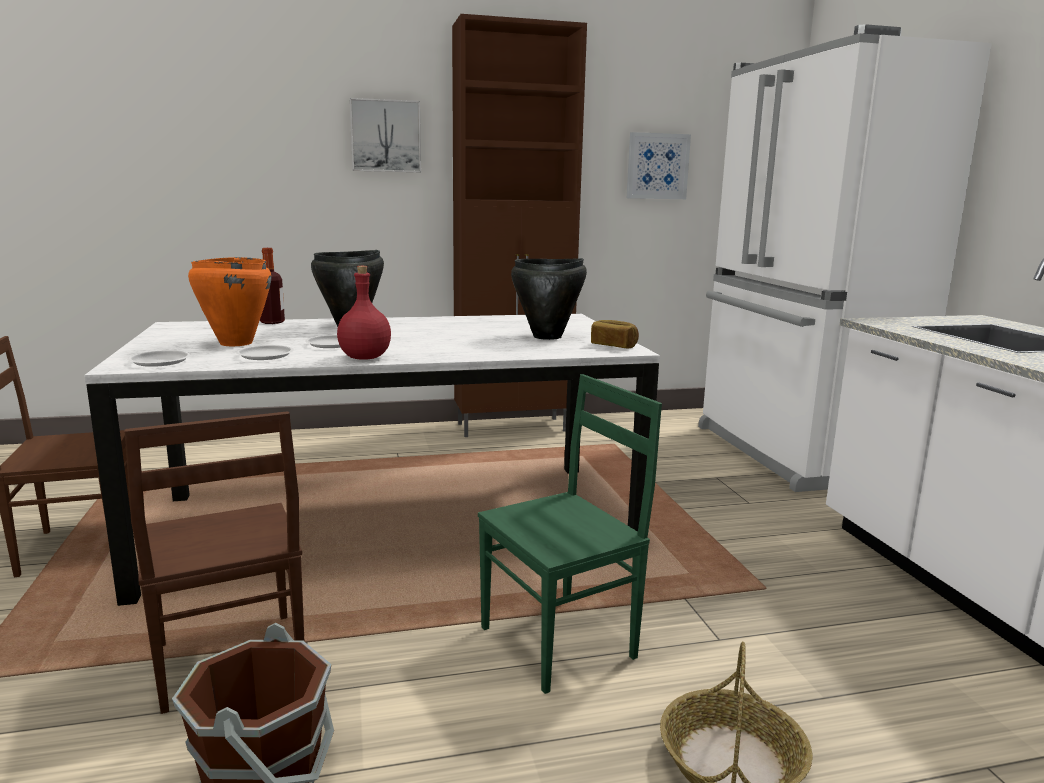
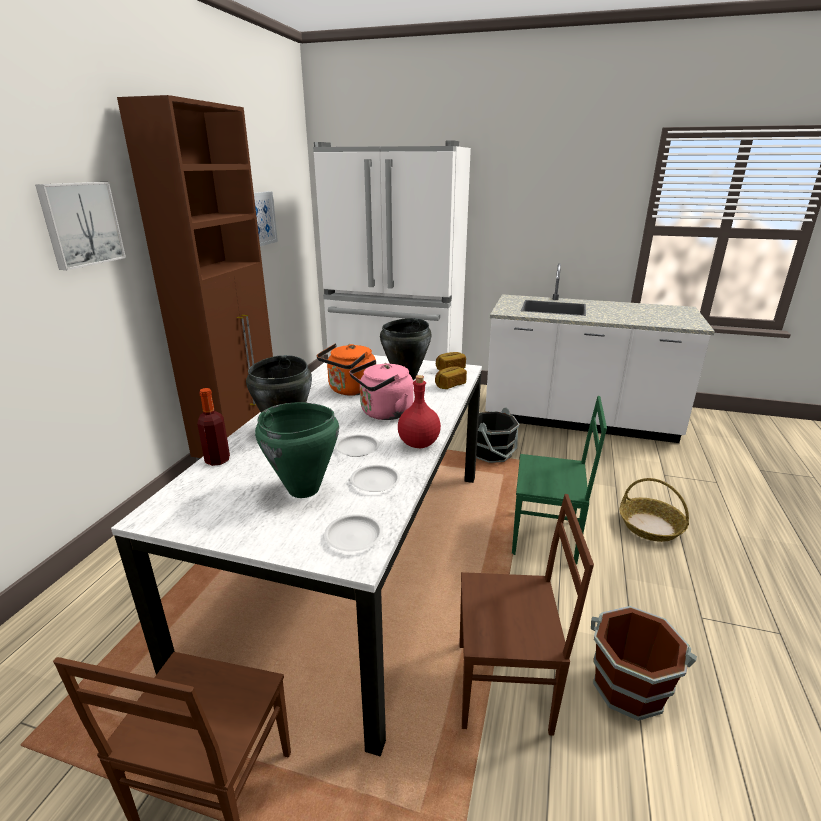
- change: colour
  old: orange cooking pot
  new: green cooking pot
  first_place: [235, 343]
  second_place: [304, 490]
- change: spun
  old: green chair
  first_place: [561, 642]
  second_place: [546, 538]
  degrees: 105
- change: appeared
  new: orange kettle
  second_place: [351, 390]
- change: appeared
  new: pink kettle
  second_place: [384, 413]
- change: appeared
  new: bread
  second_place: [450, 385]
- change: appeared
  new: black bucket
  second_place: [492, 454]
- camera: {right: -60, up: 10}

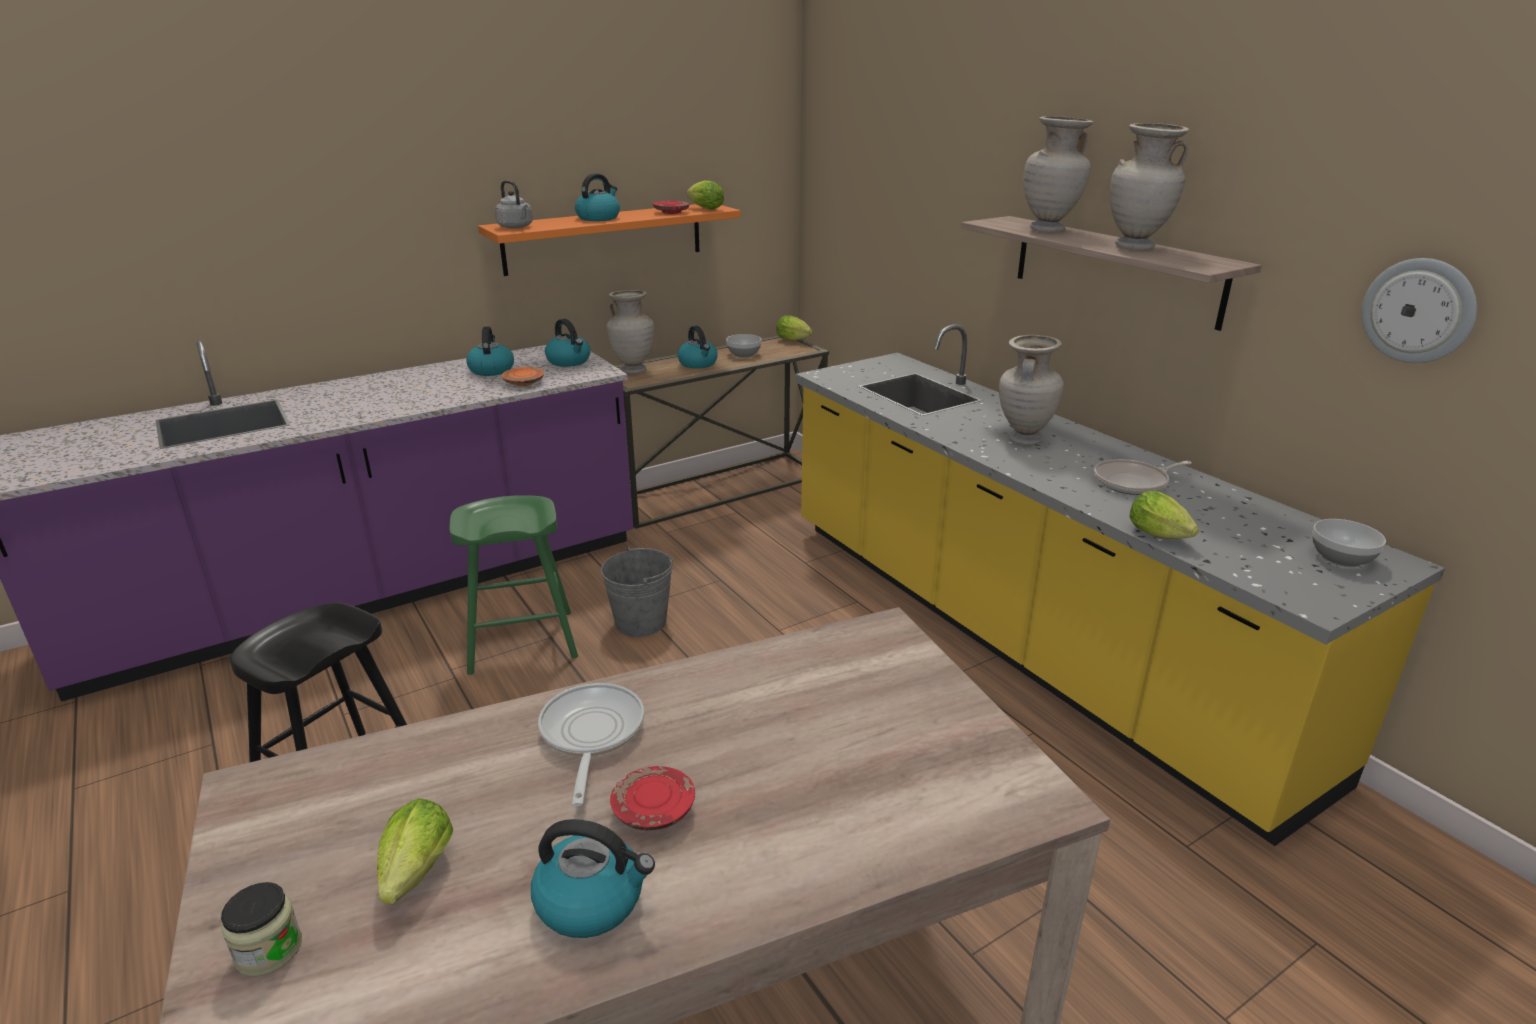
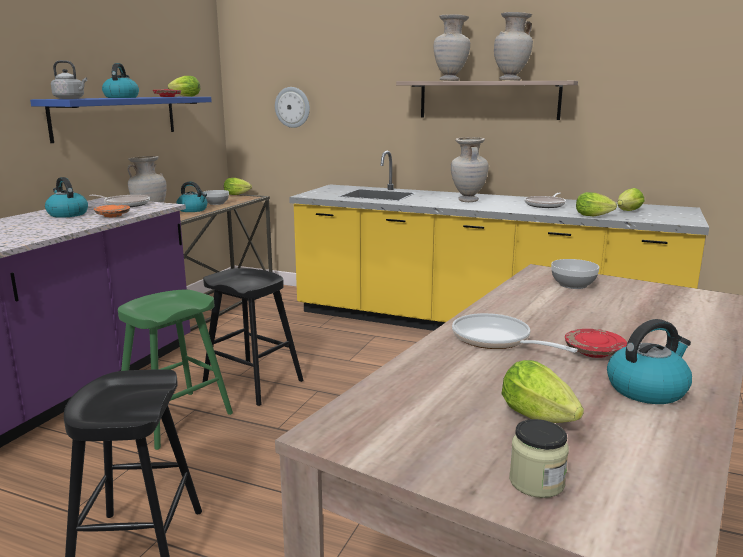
- change: colour
  old: orange shelf
  new: blue shelf
  first_place: [604, 238]
  second_place: [116, 117]
- change: exchanged
  old: kettle
  new: frying pan
  first_place: [569, 361]
  second_place: [125, 204]
- change: exchanged
  old: grey bucket
  new: black stool
  first_place: [641, 622]
  second_place: [252, 382]
- change: relocated
  old: bowl
  first_place: [1341, 557]
  second_place: [572, 284]
- change: relocated
  old: wall clock
  first_place: [1418, 310]
  second_place: [292, 107]
- change: appeared
  new: lettuce
  second_place: [627, 211]
- camera: {right: -35, up: -10}

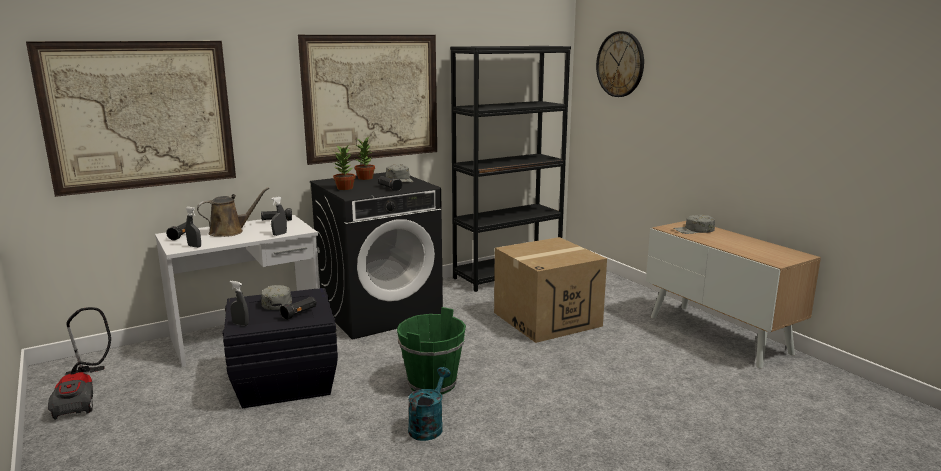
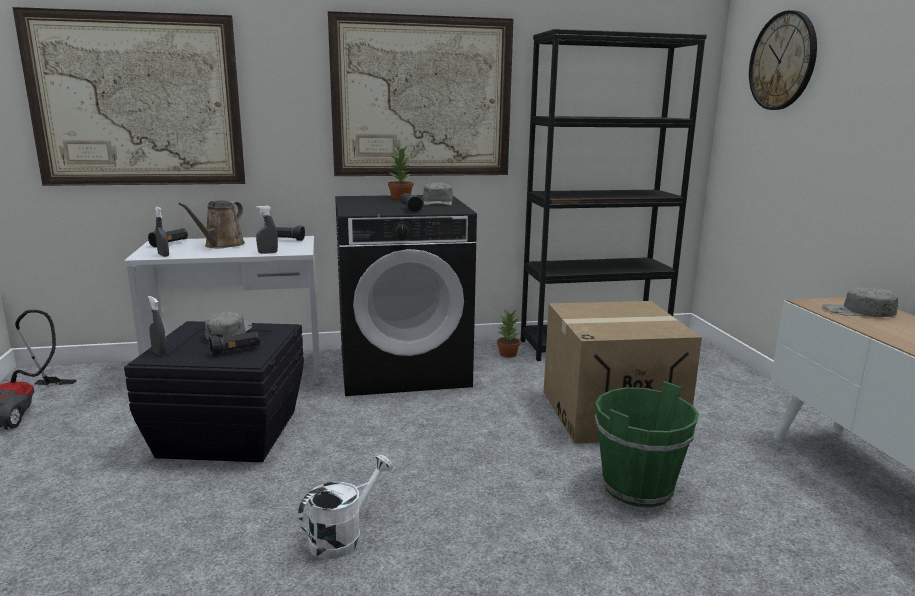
- change: spun
  old: brown watering can
  first_place: [230, 232]
  second_place: [221, 245]
  degrees: 120
- change: relocated
  old: potted plant
  first_place: [345, 188]
  second_place: [508, 354]
- change: relocated
  old: green bucket
  first_place: [432, 383]
  second_place: [638, 488]
- change: colour
  old: turquoise watering can
  new: white watering can
  first_place: [428, 426]
  second_place: [343, 536]
- camera: {right: 20, up: 0}

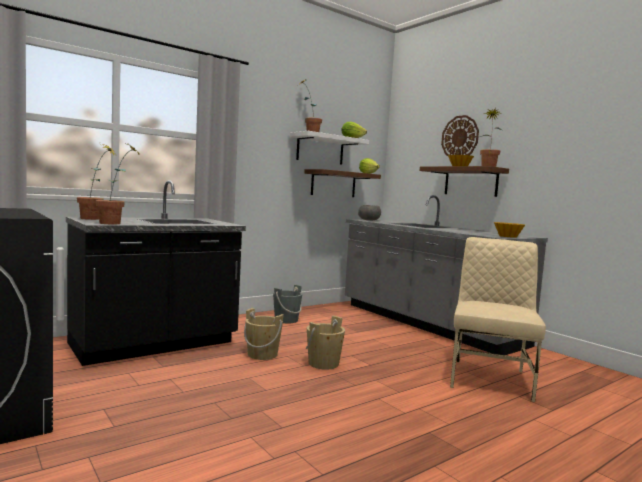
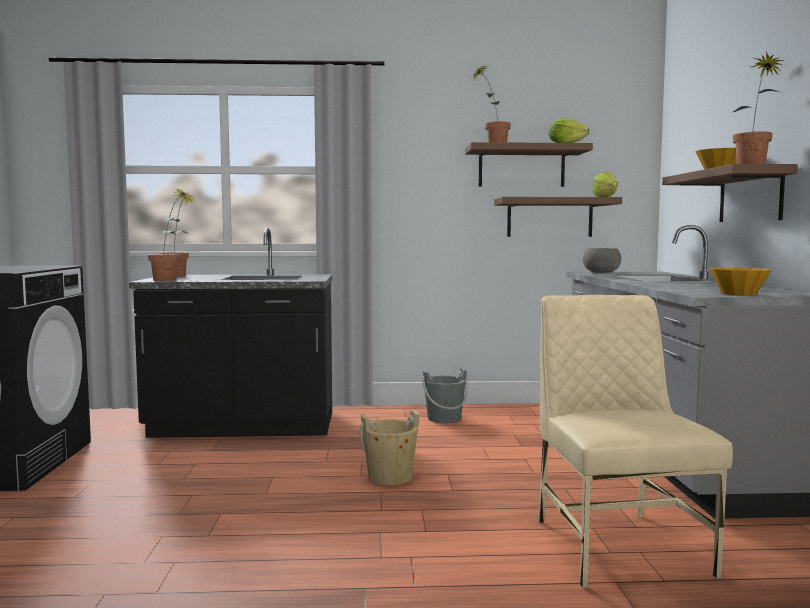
- change: missing
  old: beige bucket
  first_place: [262, 354]
- change: colour
  old: white shelf
  new: brown shelf
  first_place: [320, 149]
  second_place: [521, 167]
- change: missing
  old: wall clock
  first_place: [460, 137]
- change: spun
  old: beige chair
  first_place: [490, 378]
  second_place: [617, 545]
  degrees: -60
- camera: {right: 35, up: 0}

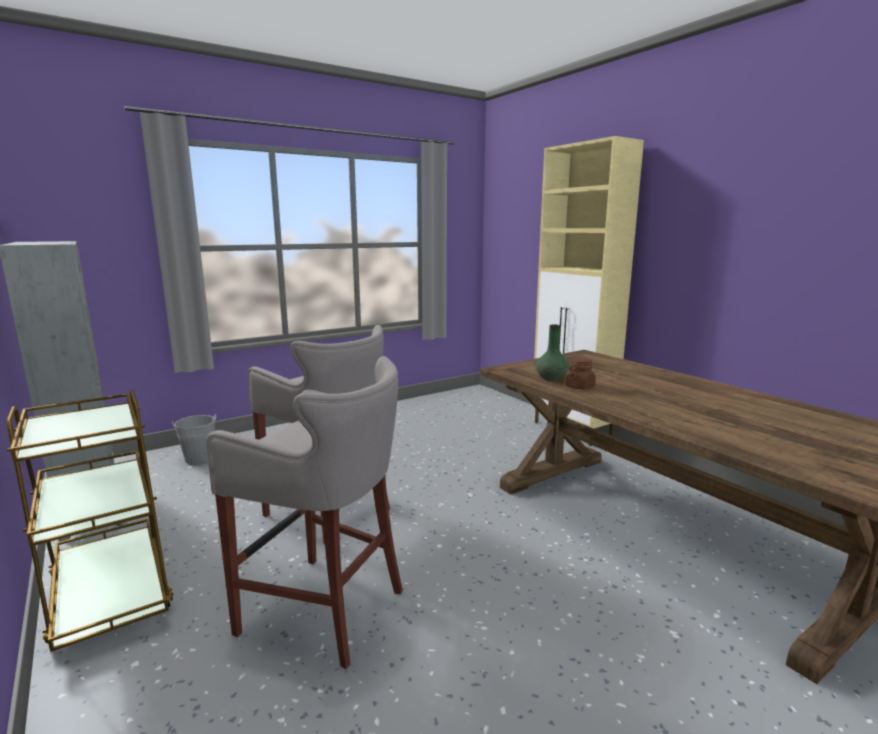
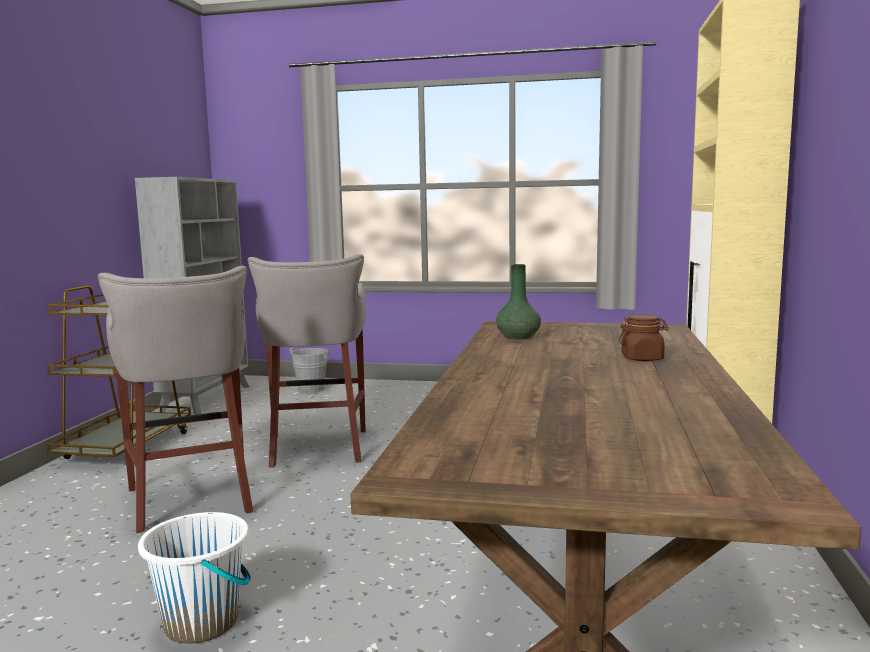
- change: relocated
  old: brown jar
  first_place: [579, 386]
  second_place: [642, 358]
- change: appeared
  new: white bucket
  second_place: [202, 623]
- camera: {right: 45, up: -5}

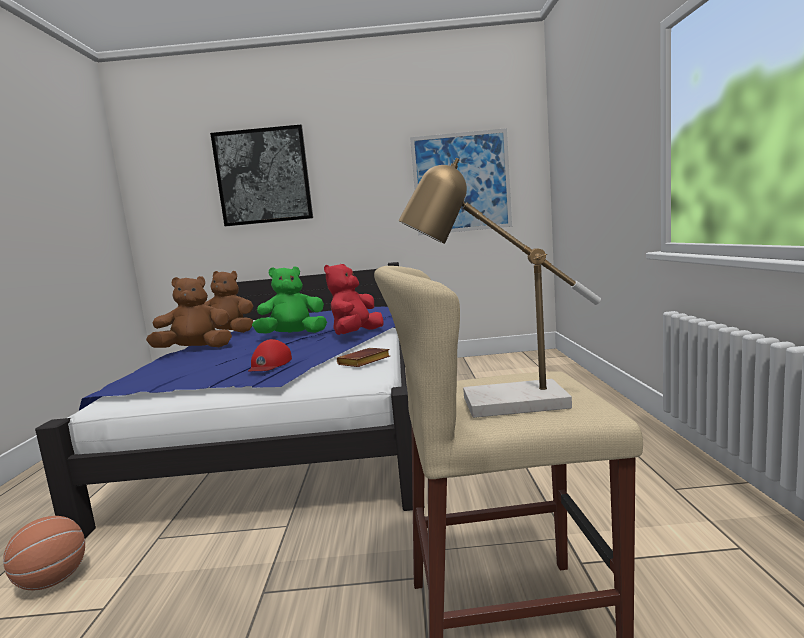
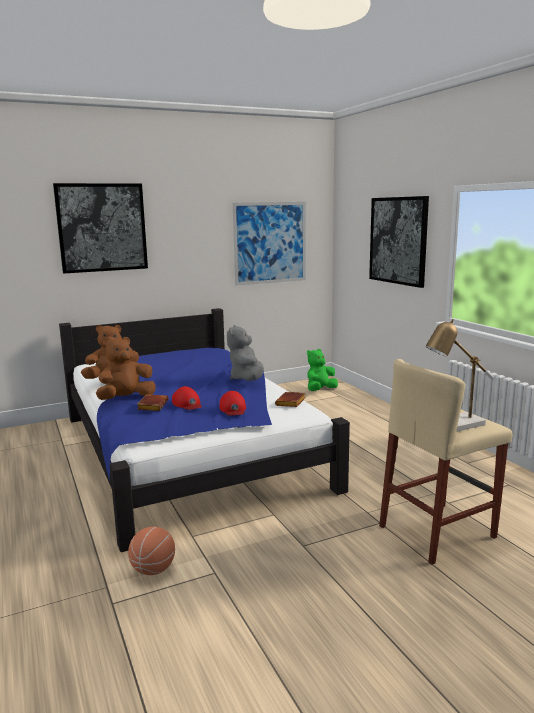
- change: relocated
  old: green plush toy
  first_place: [293, 335]
  second_place: [320, 390]
- change: colour
  old: red plush toy
  new: grey plush toy
  first_place: [356, 334]
  second_place: [247, 379]
- change: appeared
  new: brown book
  second_place: [152, 405]
- change: appeared
  new: red cap
  second_place: [187, 403]
- change: appeared
  new: picture
  second_place: [398, 240]
- camera: {right: -25, up: 5}

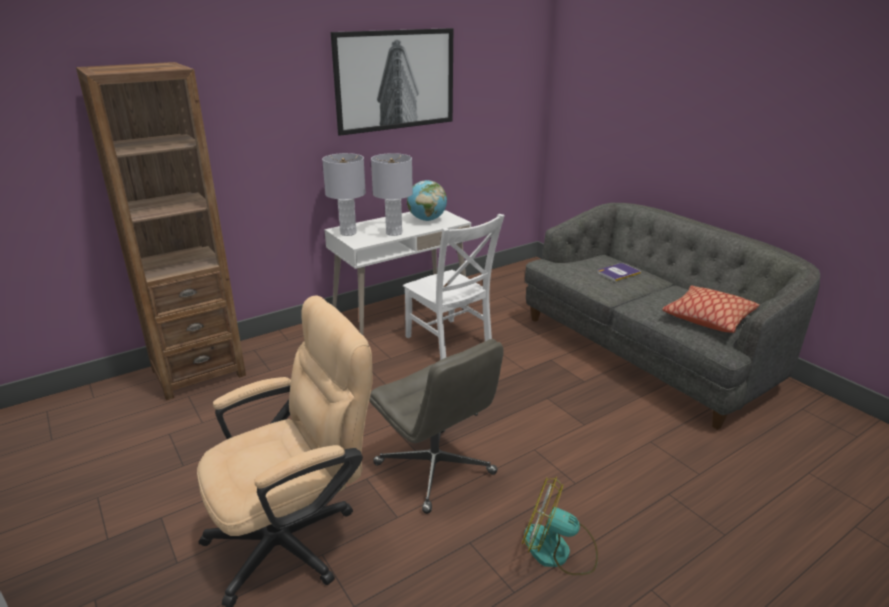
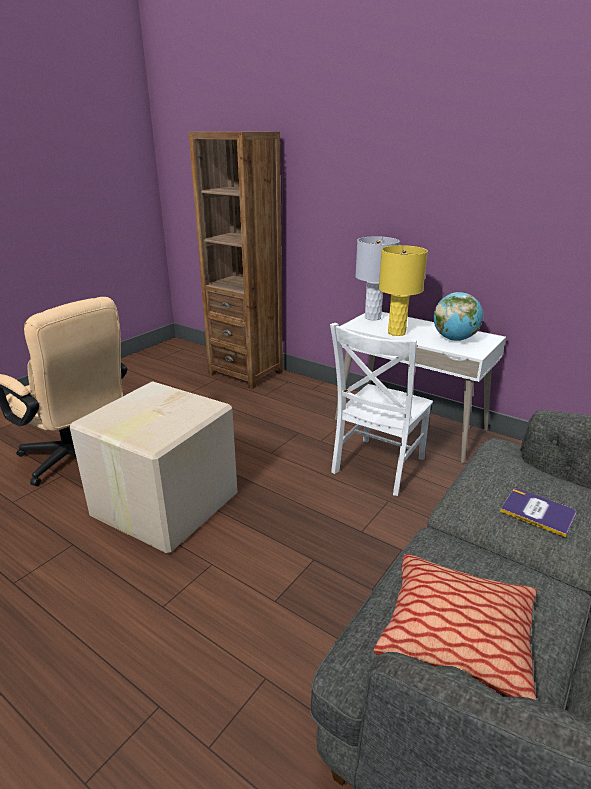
- change: missing
  old: picture
  first_place: [395, 80]
- change: exchanged
  old: grey office chair
  new: cardboard box
  first_place: [436, 469]
  second_place: [163, 505]
- change: colour
  old: grey table lamp
  new: yellow table lamp
  first_place: [393, 233]
  second_place: [396, 333]
- change: missing
  old: fan
  first_place: [558, 550]
- camera: {right: 70, up: 0}

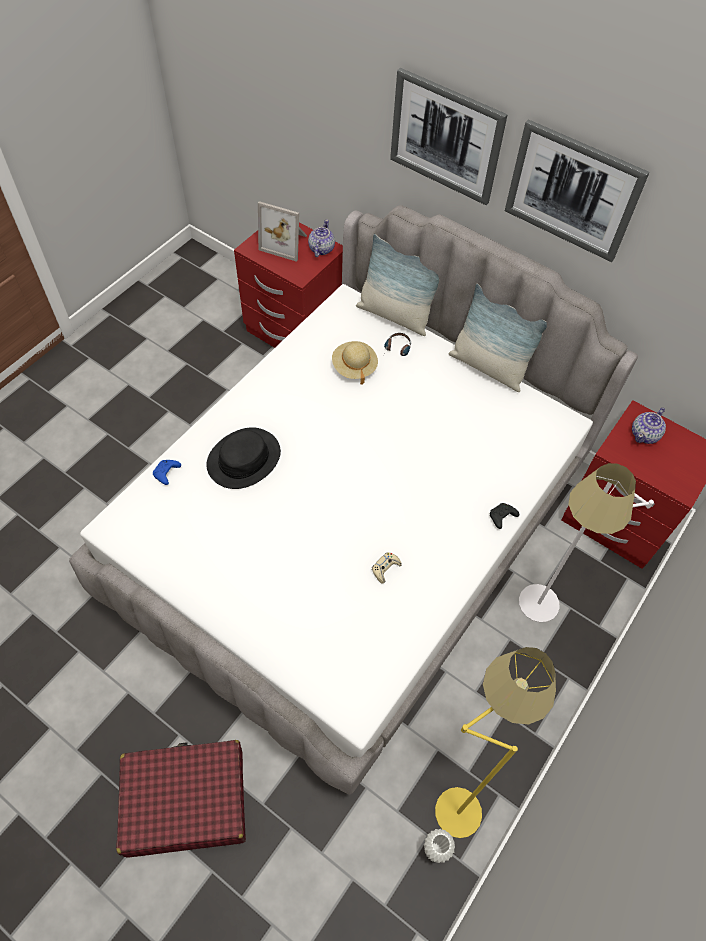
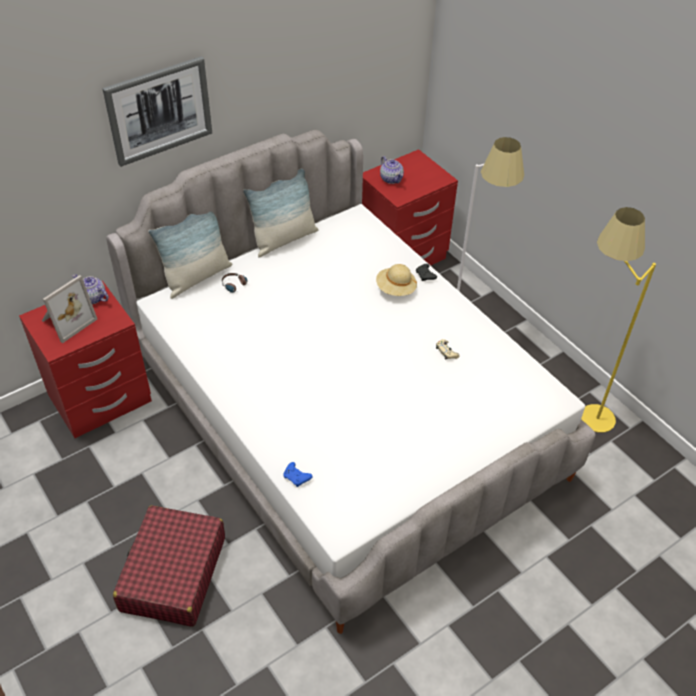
- change: relocated
  old: red suitcase
  first_place: [185, 801]
  second_place: [173, 574]
- change: missing
  old: black hat
  first_place: [243, 459]
- change: relocated
  old: beige hat
  first_place: [354, 367]
  second_place: [395, 289]
- change: missing
  old: white vase
  first_place: [433, 851]
- change: missing
  old: picture
  first_place: [572, 191]
- camera: {right: -70, up: -10}

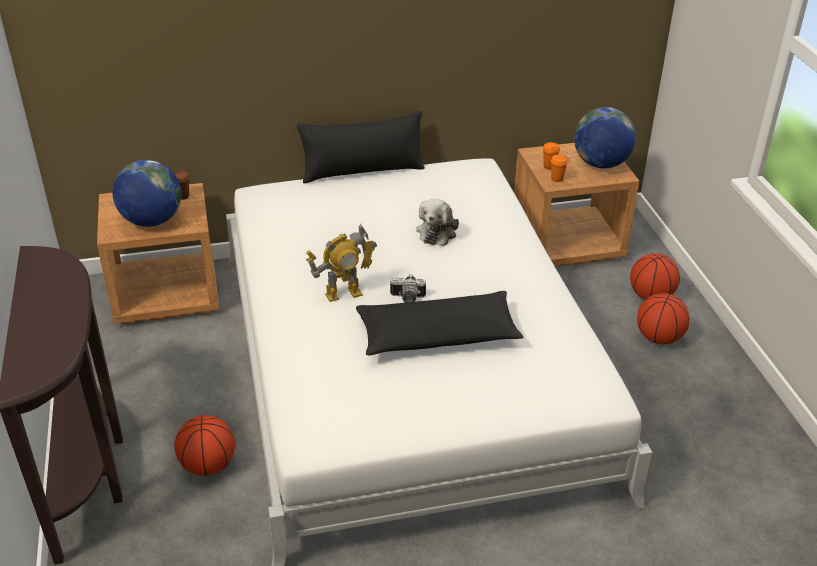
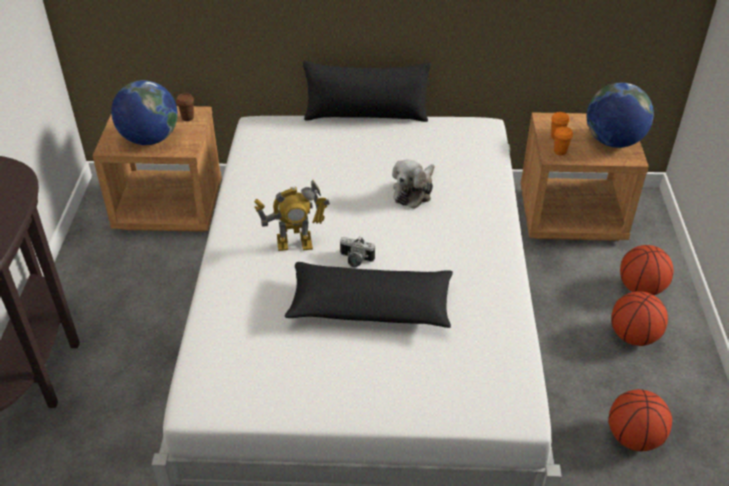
- change: relocated
  old: basketball
  first_place: [208, 466]
  second_place: [633, 438]
- camera: {right: 15, up: 5}

